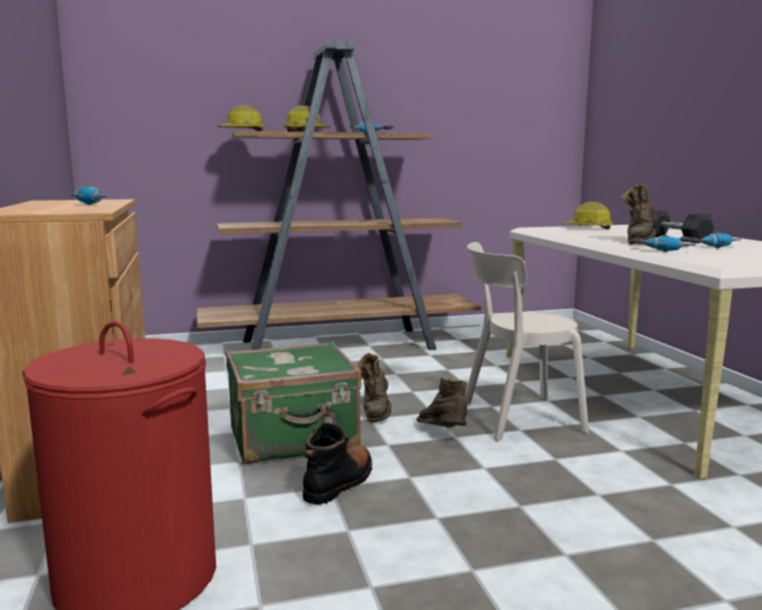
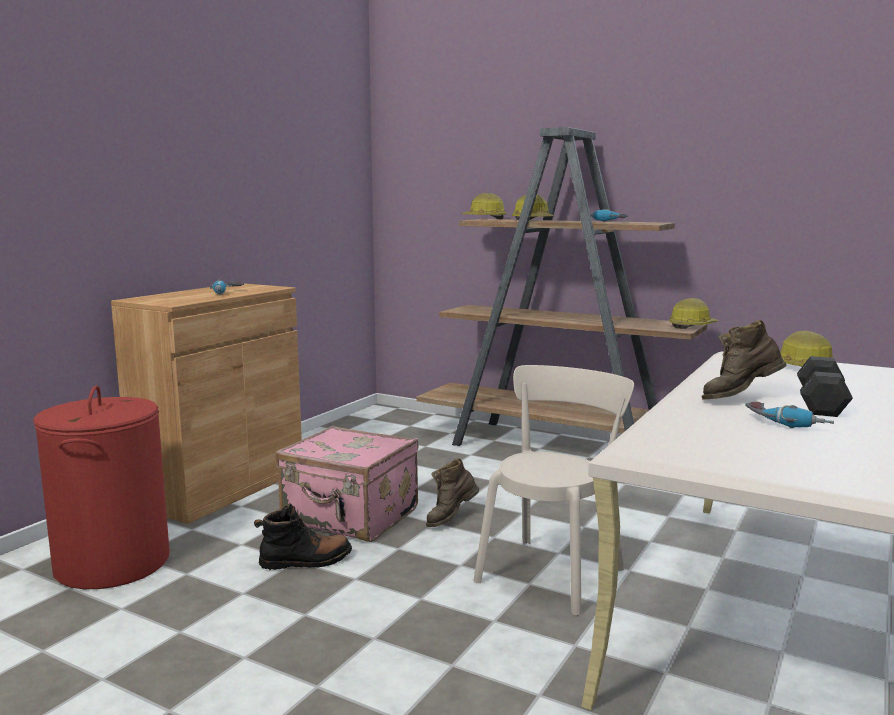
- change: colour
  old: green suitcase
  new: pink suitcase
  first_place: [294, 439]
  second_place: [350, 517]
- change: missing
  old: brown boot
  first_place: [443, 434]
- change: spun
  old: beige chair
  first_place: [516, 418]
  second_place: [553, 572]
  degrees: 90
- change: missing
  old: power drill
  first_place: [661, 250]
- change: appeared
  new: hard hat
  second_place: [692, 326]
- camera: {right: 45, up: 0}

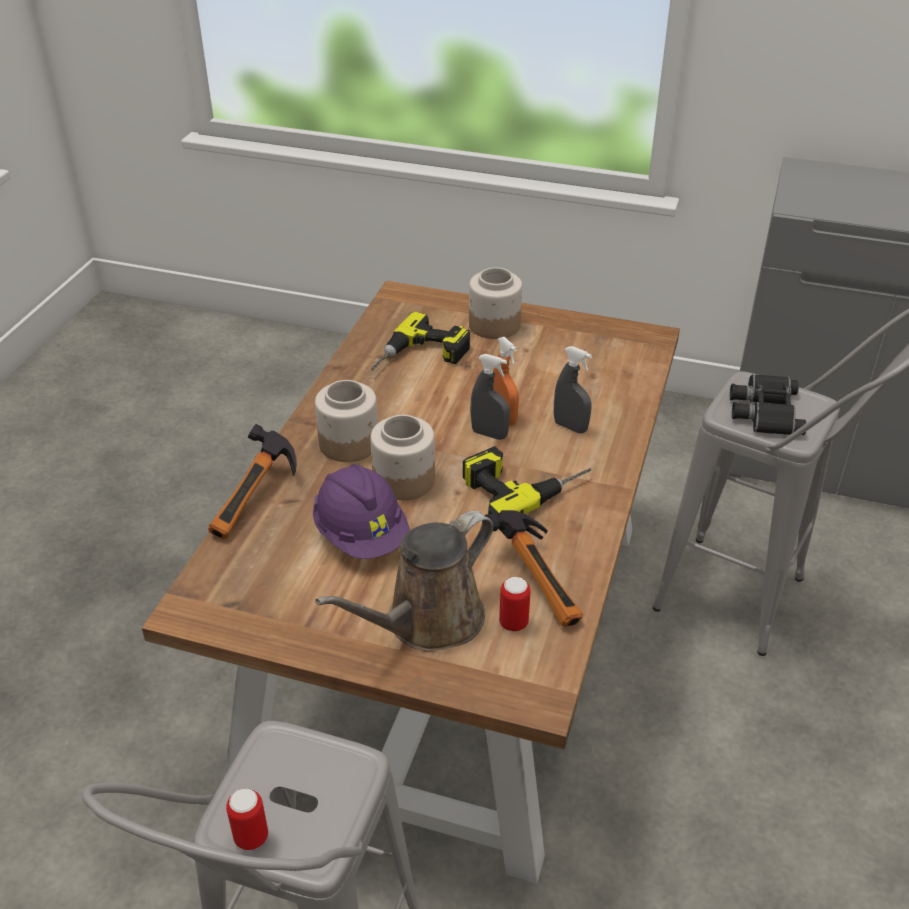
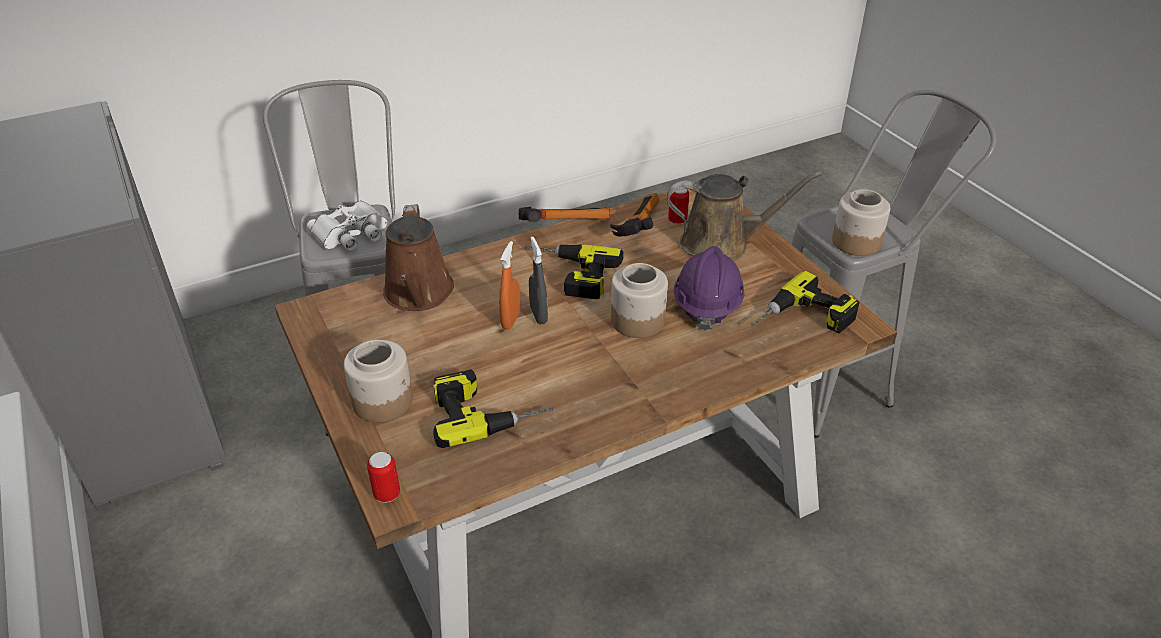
- change: relocated
  old: hammer
  first_place: [258, 502]
  second_place: [562, 225]
- change: relocated
  old: can
  first_place: [251, 837]
  second_place: [387, 494]
- change: relocated
  old: jar
  first_place: [350, 443]
  second_place: [855, 242]
- change: missing
  old: grey spray bottle
  first_place: [570, 427]
- change: colour
  old: black binoculars
  new: white binoculars
  first_place: [764, 410]
  second_place: [351, 234]
- change: appeared
  new: brown watering can
  second_place: [418, 294]
- change: appeared
  new: power drill
  second_place: [803, 320]
- camera: {right: -135, up: 0}

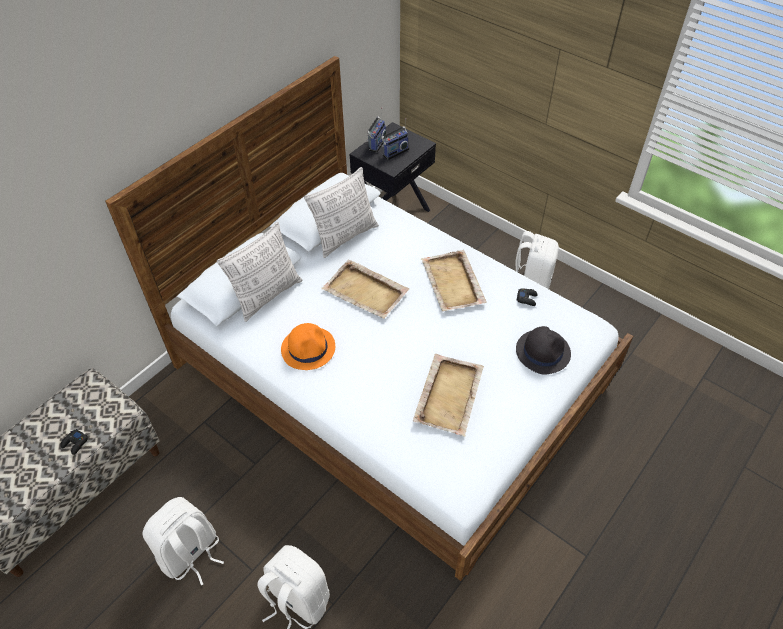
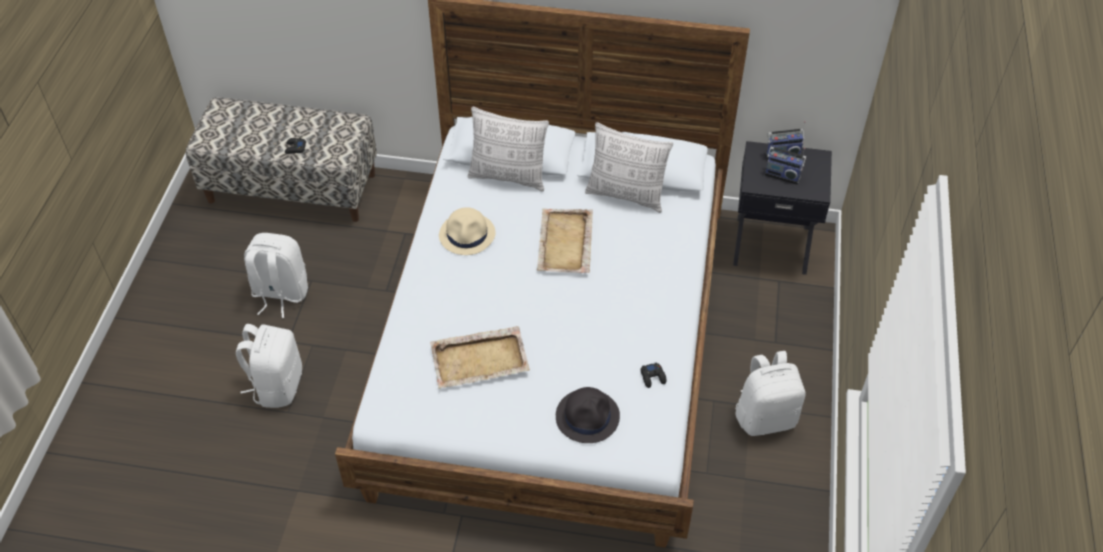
- change: colour
  old: orange hat
  new: beige hat
  first_place: [308, 348]
  second_place: [467, 234]
- change: missing
  old: beige tray
  first_place: [452, 283]
- camera: {right: 60, up: 0}

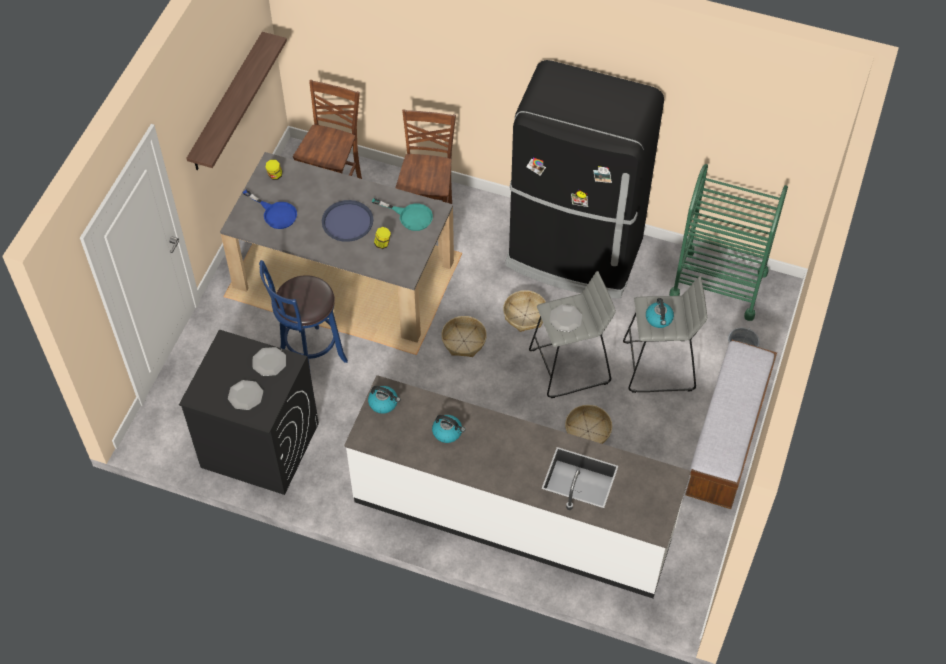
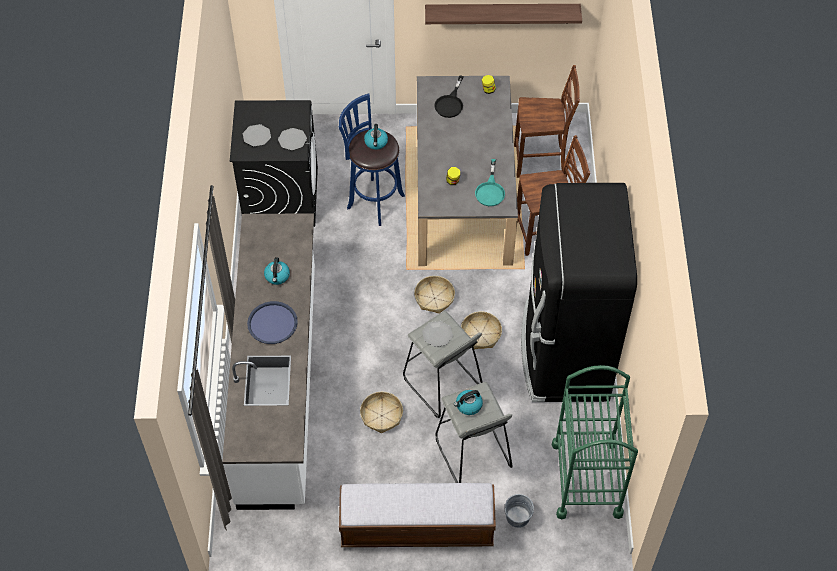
- change: colour
  old: blue frying pan
  new: black frying pan
  first_place: [275, 213]
  second_place: [450, 103]
- change: relocated
  old: blue tray
  first_place: [347, 221]
  second_place: [272, 323]
- change: relocated
  old: kettle
  first_place: [384, 403]
  second_place: [376, 142]
- camera: {right: 70, up: 0}

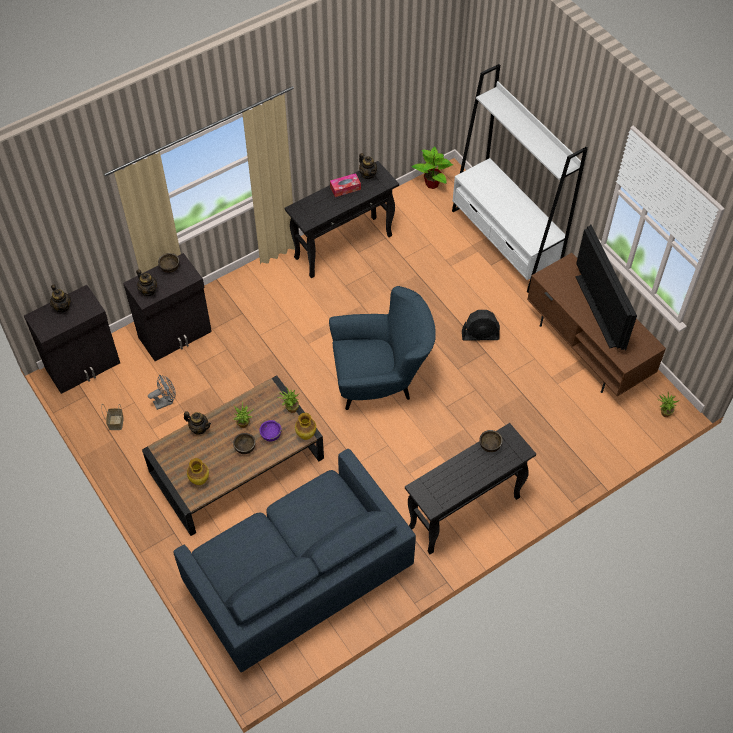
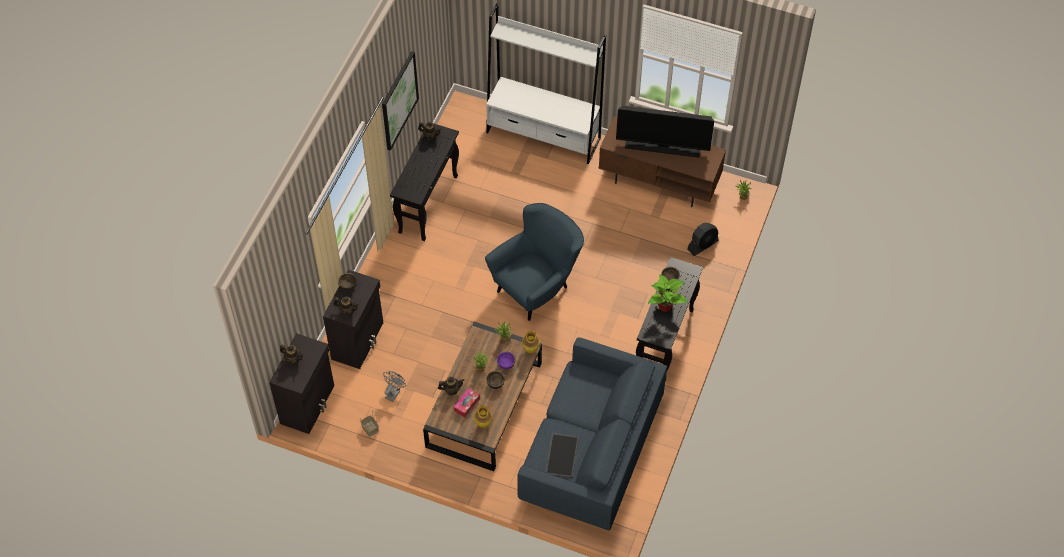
- change: relocated
  old: tissue box
  first_place: [345, 188]
  second_place: [466, 404]
- change: relocated
  old: potted plant
  first_place: [432, 184]
  second_place: [665, 306]
- change: relocated
  old: black fan
  first_place: [480, 335]
  second_place: [702, 245]
- change: spun
  old: television
  first_place: [598, 310]
  second_place: [663, 147]
  degrees: 150
- change: appeared
  new: picture
  second_place: [399, 100]
- change: appeared
  new: tray
  second_place: [561, 455]
- camera: {right: -35, up: 0}

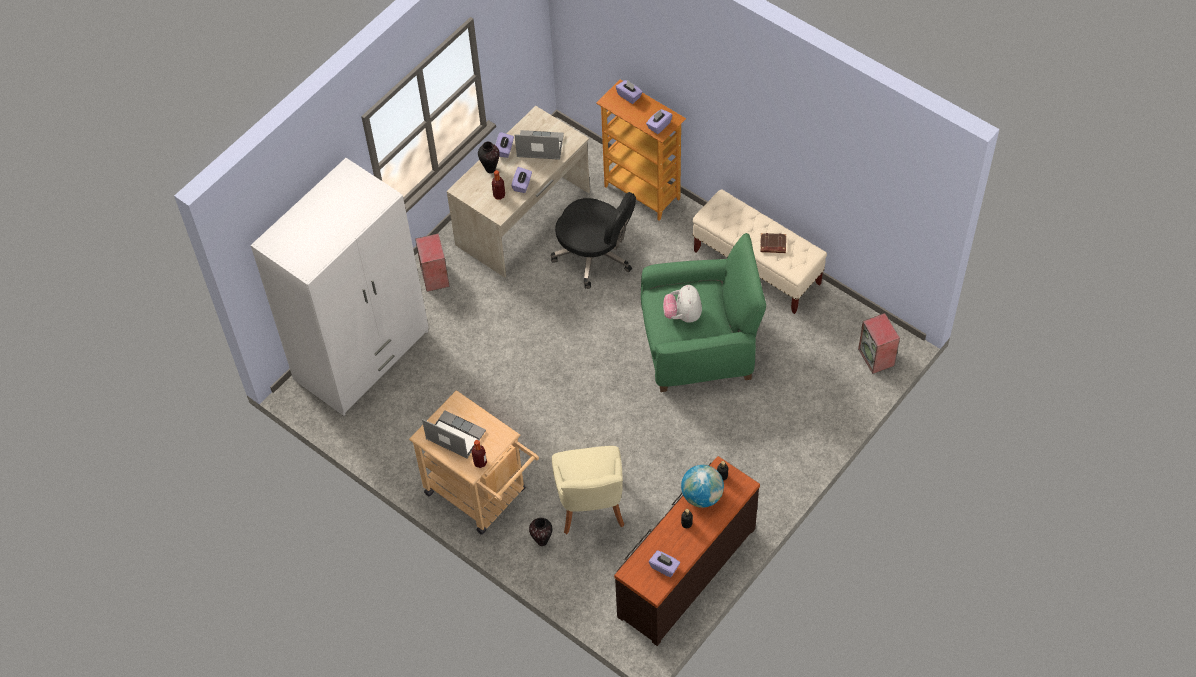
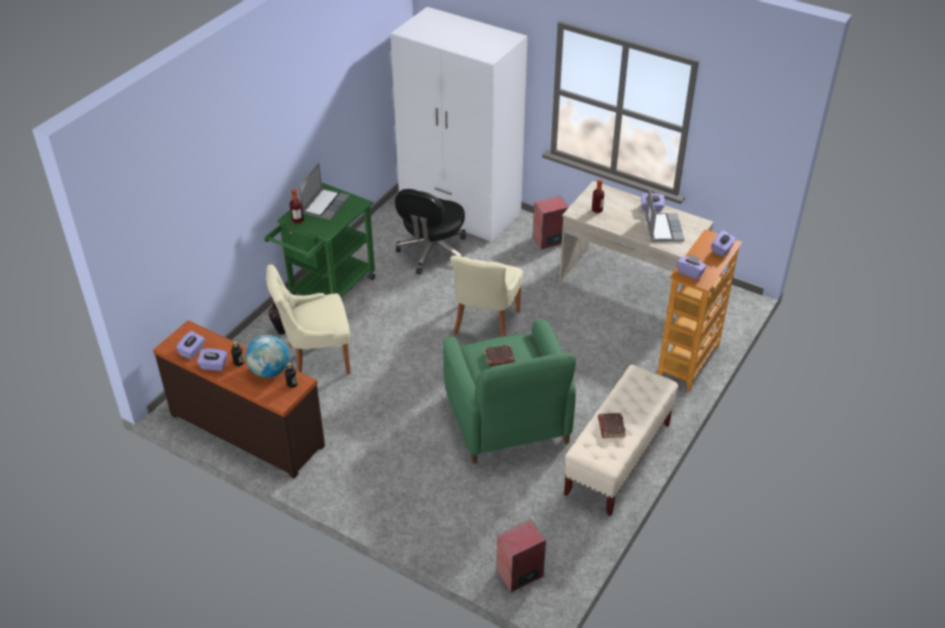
- change: colour
  old: beige cart
  new: green cart
  first_place: [482, 495]
  second_place: [327, 291]
- change: missing
  old: vase
  first_place: [490, 169]
- change: relocated
  old: purple tissue box
  first_place: [522, 185]
  second_place: [213, 366]
- change: relocated
  old: black office chair
  first_place: [595, 256]
  second_place: [432, 252]
- change: exchanged
  old: plush toy
  new: brown book
  first_place: [683, 315]
  second_place: [499, 358]
- change: appeared
  new: beige chair
  second_place: [485, 324]
- camera: {right: 80, up: -15}

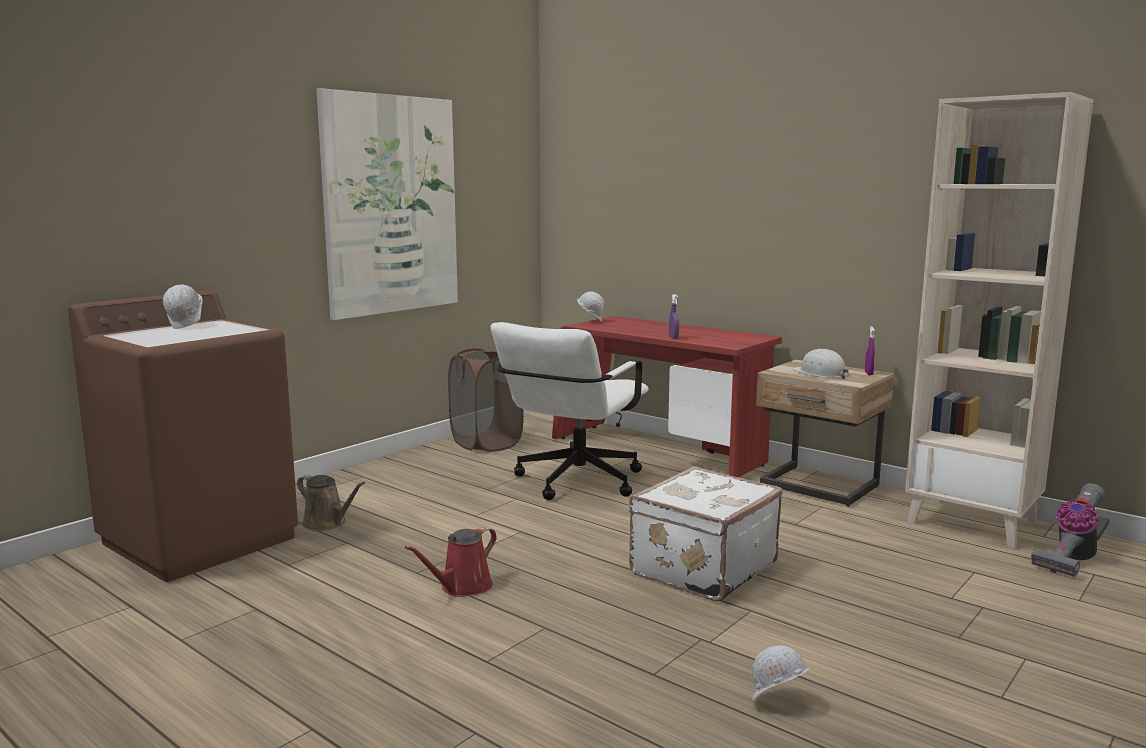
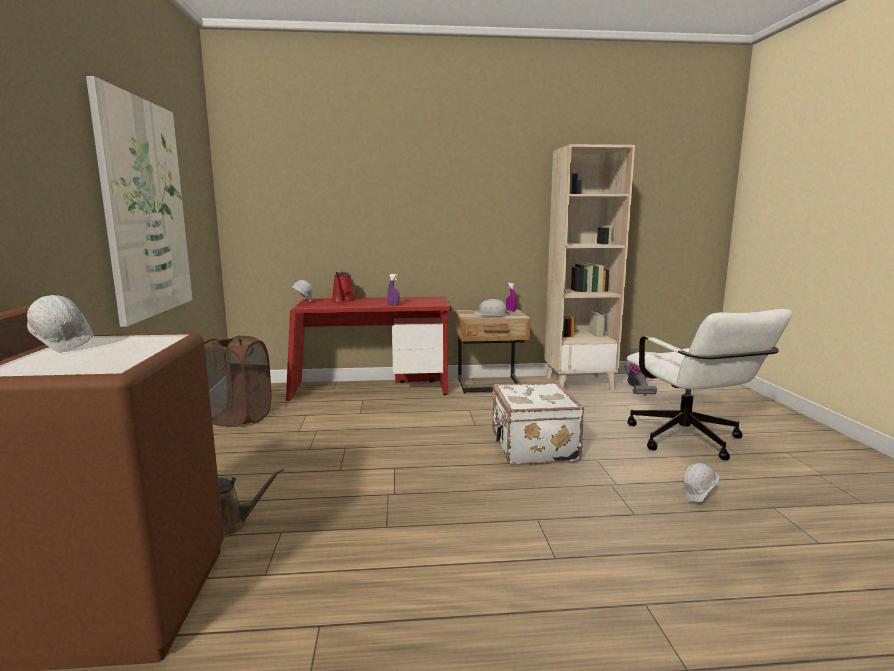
- change: relocated
  old: red watering can
  first_place: [462, 587]
  second_place: [343, 301]
- change: relocated
  old: white office chair
  first_place: [573, 484]
  second_place: [690, 442]
- camera: {right: -45, up: 0}

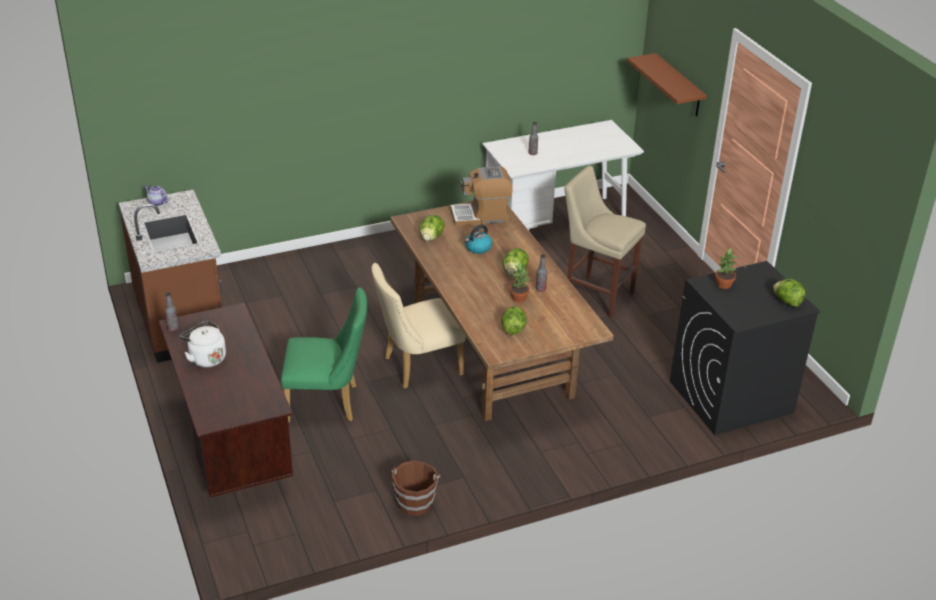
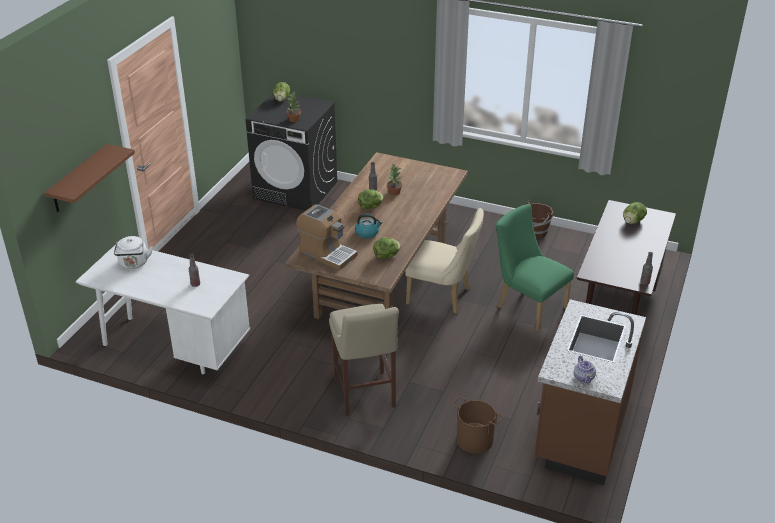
- change: relocated
  old: white kettle
  first_place: [205, 358]
  second_place: [134, 264]
- change: relocated
  old: lettuce
  first_place: [513, 329]
  second_place: [632, 222]
- change: relocated
  old: beige stool
  first_place: [596, 295]
  second_place: [365, 395]
- change: appeared
  new: brown bucket
  second_place: [474, 440]
- camera: {right: -135, up: 0}

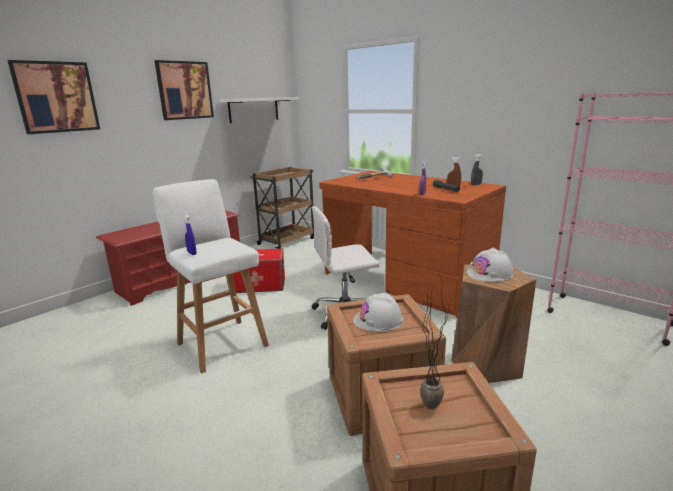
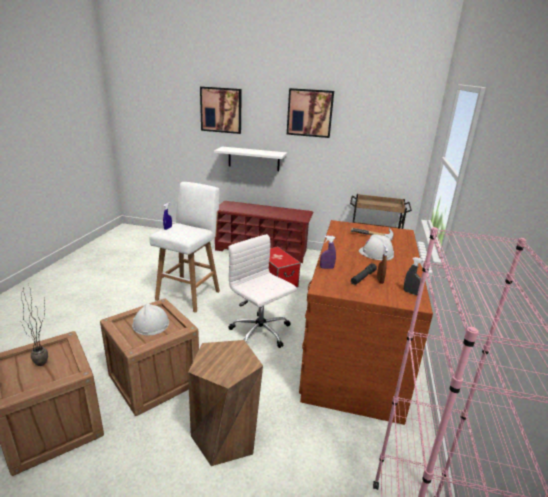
- change: relocated
  old: white shelf
  first_place: [253, 109]
  second_place: [253, 159]
- change: relocated
  old: white hard hat
  first_place: [490, 273]
  second_place: [376, 253]
- camera: {right: 60, up: 5}

